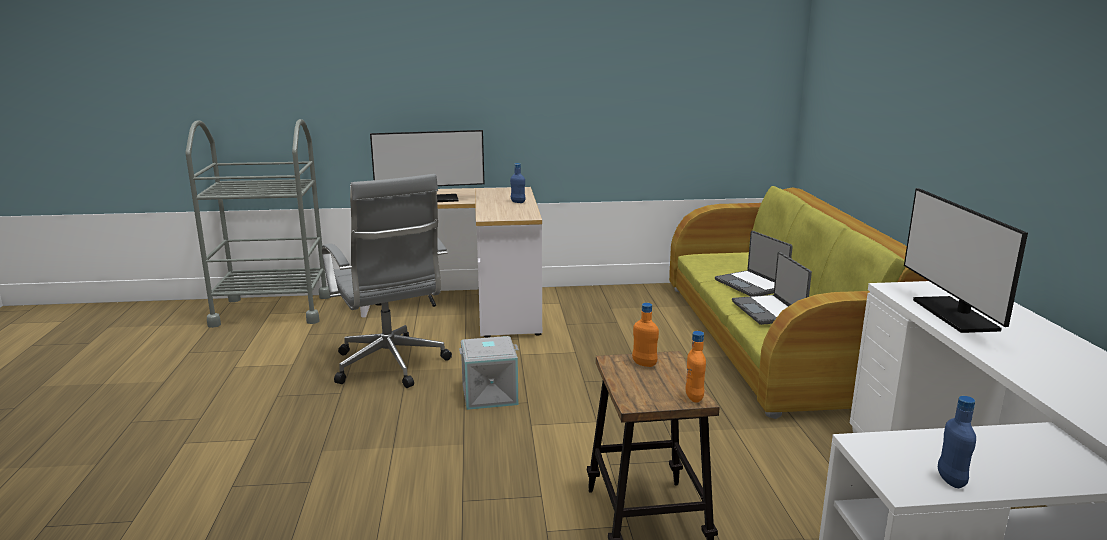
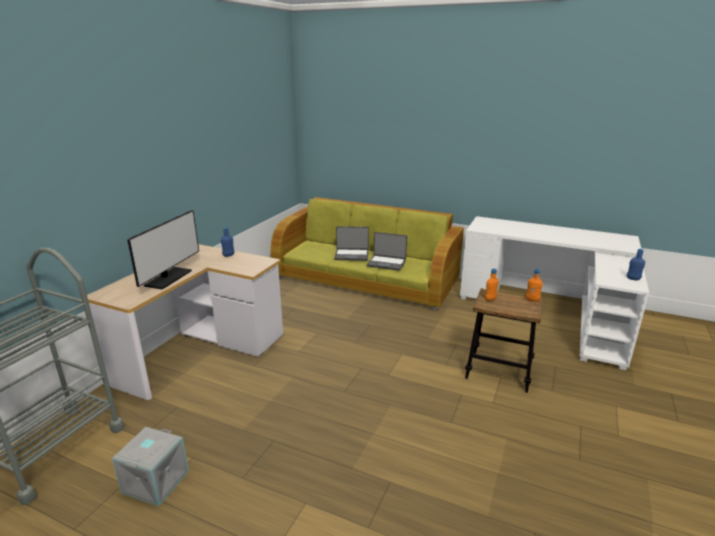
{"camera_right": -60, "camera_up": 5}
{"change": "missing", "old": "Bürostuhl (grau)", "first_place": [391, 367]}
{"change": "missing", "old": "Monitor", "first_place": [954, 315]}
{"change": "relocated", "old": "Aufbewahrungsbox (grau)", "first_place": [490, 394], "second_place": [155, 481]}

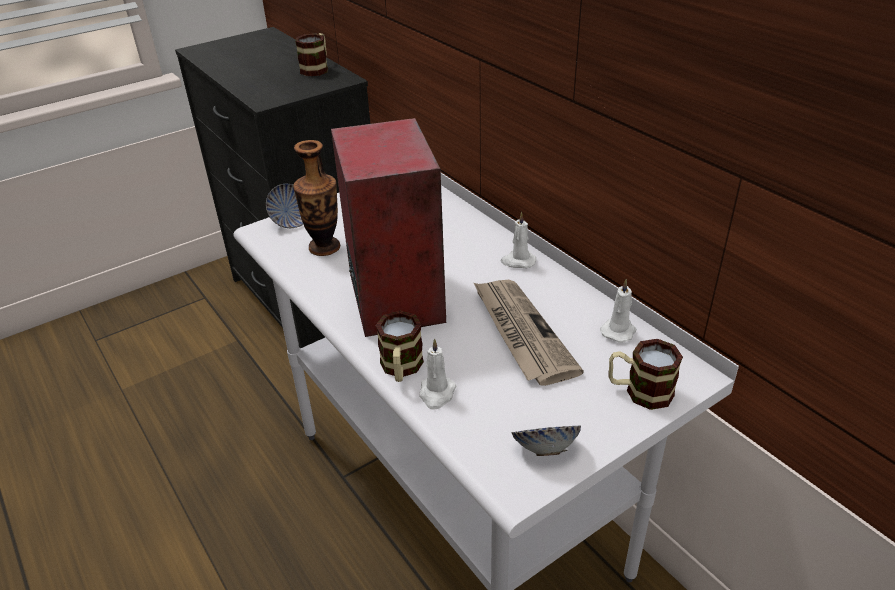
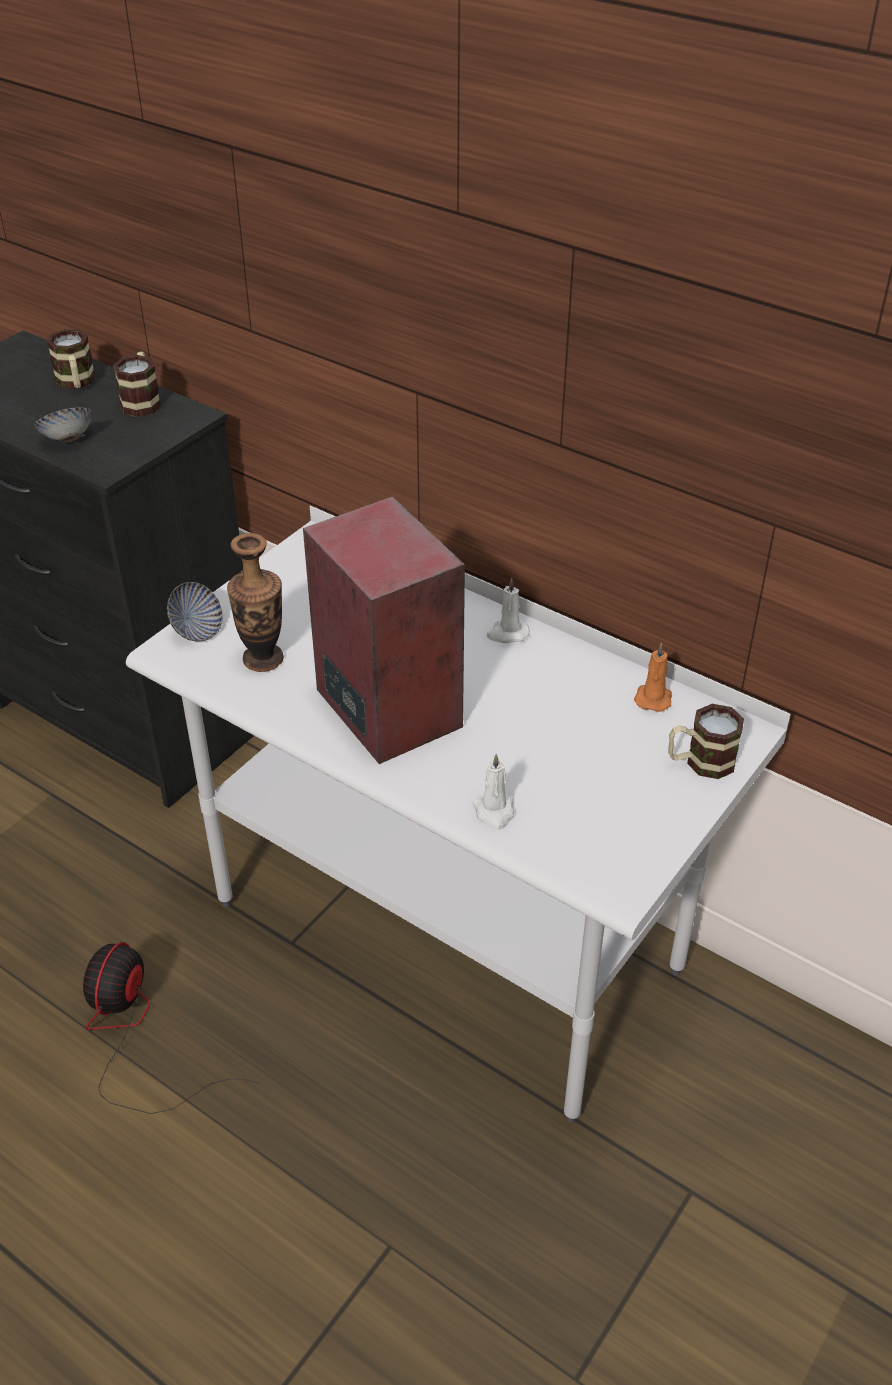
{"camera_right": -20, "camera_up": 5}
{"change": "missing", "old": "Zeitung", "first_place": [521, 332]}
{"change": "appeared", "new": "Ventilator", "second_place": [136, 1036]}
{"change": "relocated", "old": "Henkelbecher", "first_place": [401, 369], "second_place": [76, 383]}
{"change": "relocated", "old": "Schüssel", "first_place": [545, 449], "second_place": [68, 440]}
{"change": "colour", "old": "Kerze (weiß)", "new": "Kerze (orange)", "first_place": [619, 330], "second_place": [653, 698]}

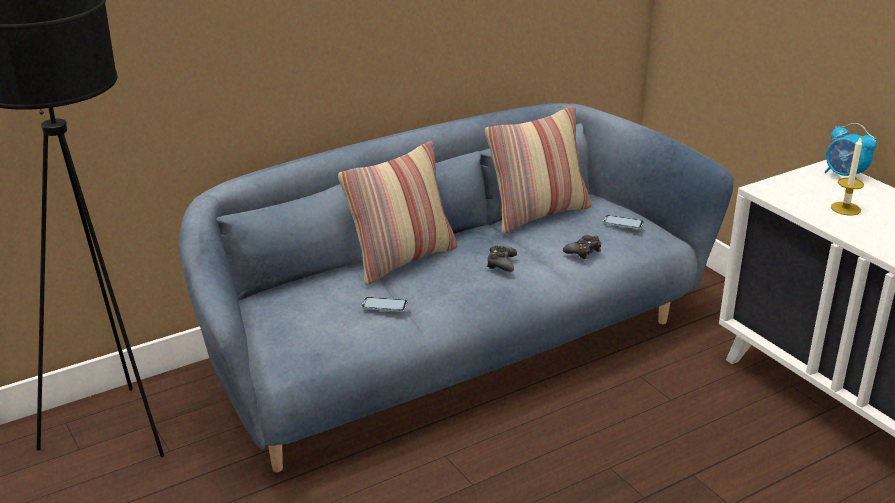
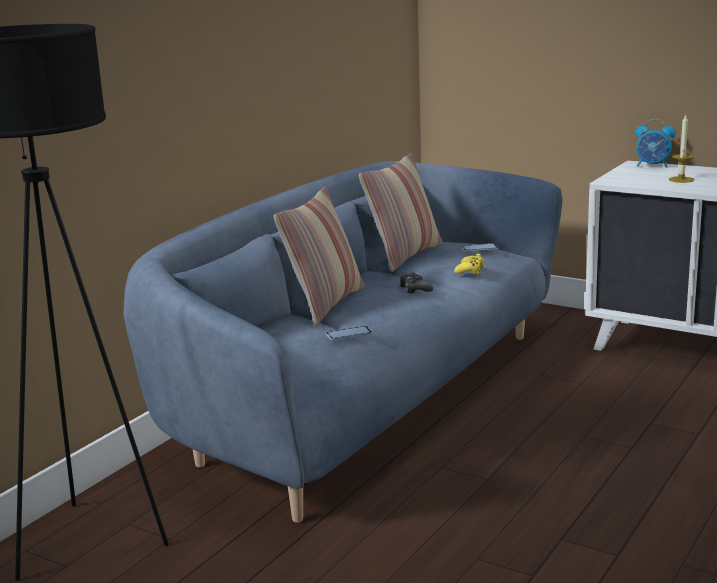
{"camera_right": -25, "camera_up": -10}
{"change": "colour", "old": "Gamepad (schwarz)", "new": "Gamepad (gelb)", "first_place": [583, 251], "second_place": [470, 270]}

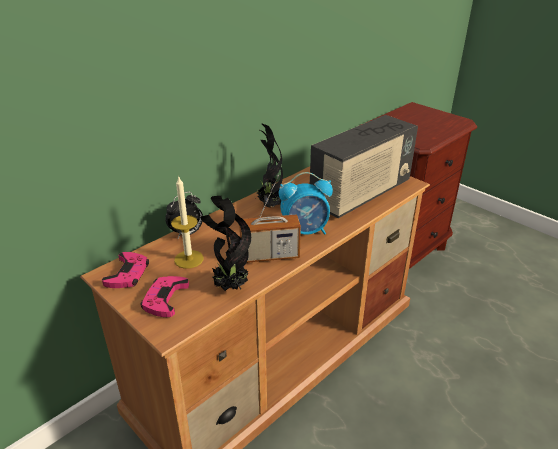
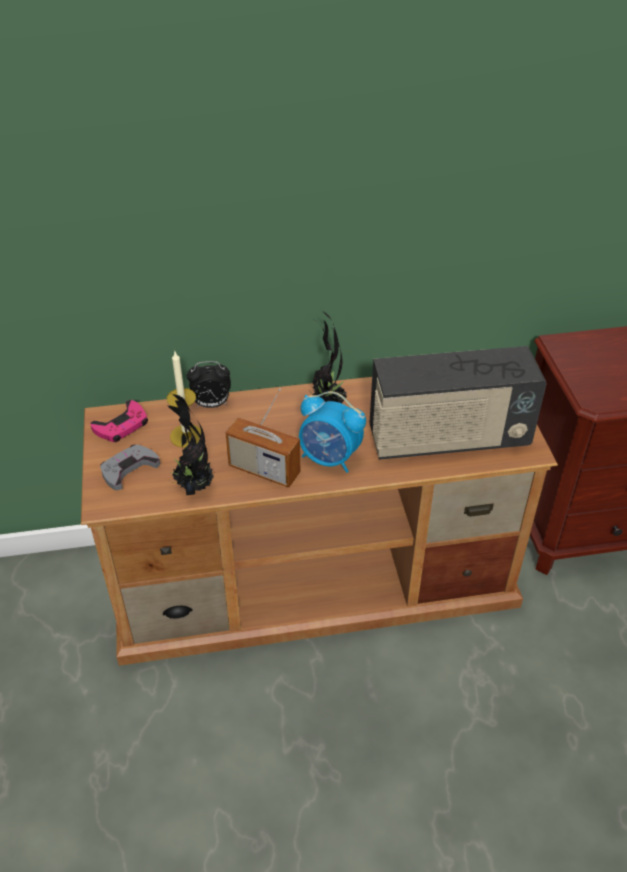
{"camera_right": 35, "camera_up": 10}
{"change": "colour", "old": "Gamepad (rosa)", "new": "Gamepad (grau)", "first_place": [165, 299], "second_place": [129, 469]}

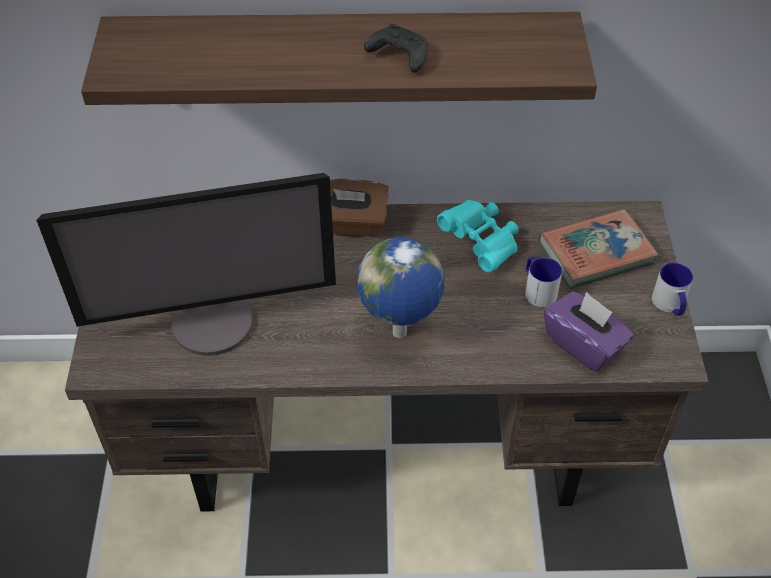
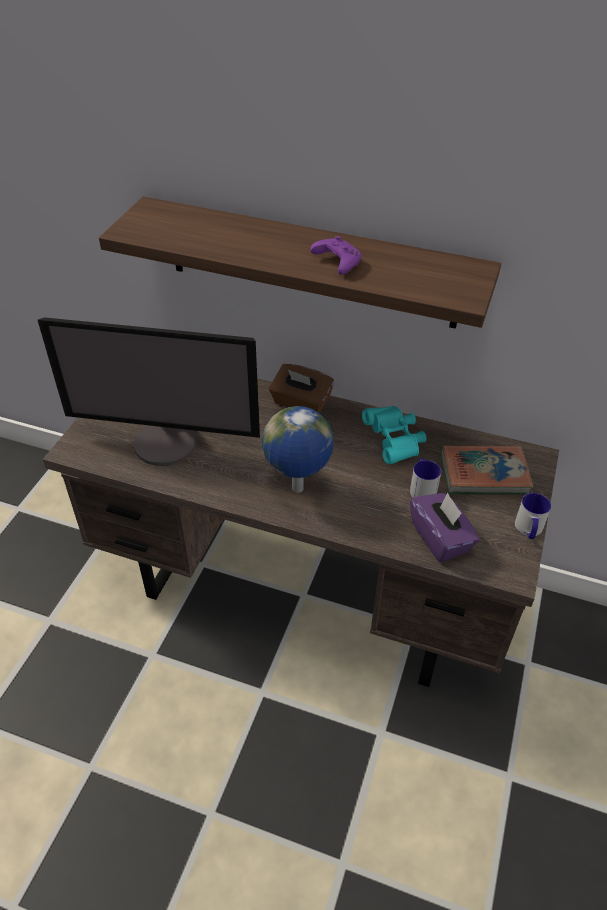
{"camera_right": 20, "camera_up": -5}
{"change": "colour", "old": "Gamepad (schwarz)", "new": "Gamepad (lila)", "first_place": [398, 56], "second_place": [336, 262]}

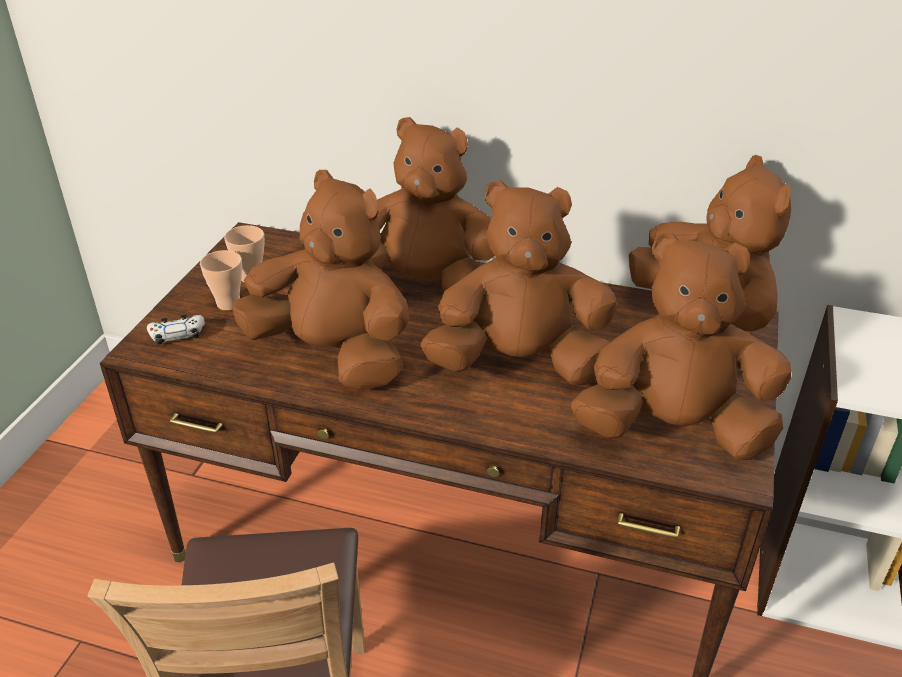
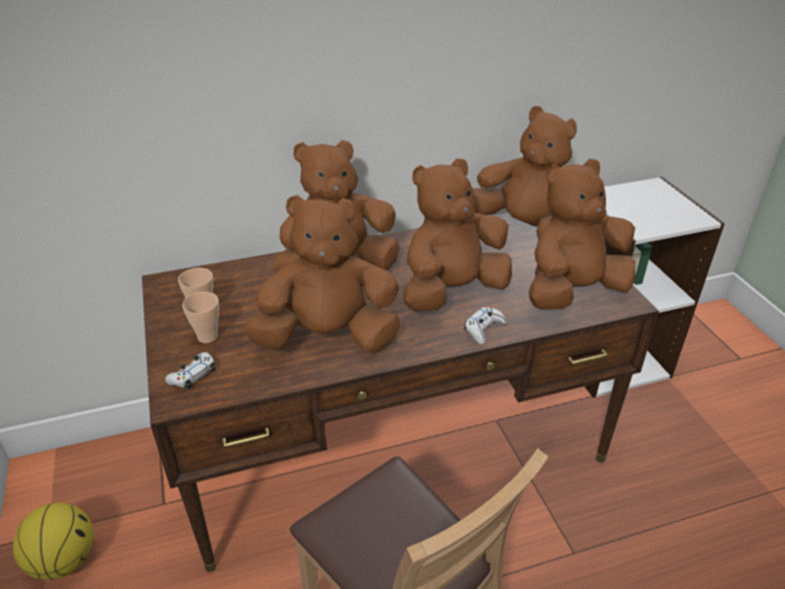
{"camera_right": -35, "camera_up": 0}
{"change": "appeared", "new": "Basketball", "second_place": [64, 560]}
{"change": "appeared", "new": "Gamepad (weiß)", "second_place": [484, 329]}

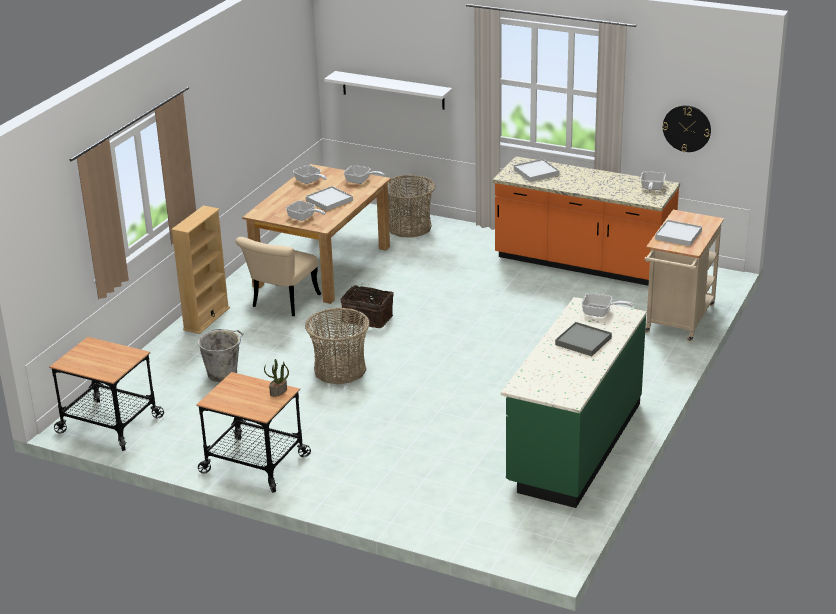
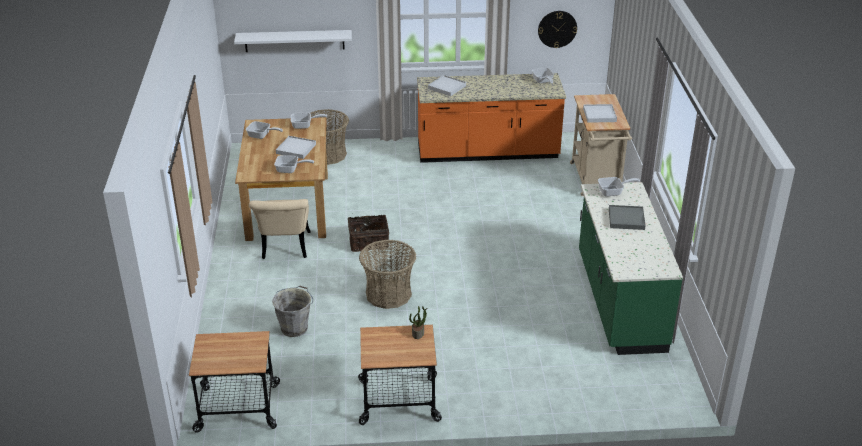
{"camera_right": -30, "camera_up": 5}
{"change": "missing", "old": "Bücherregal (beige)", "first_place": [206, 319]}

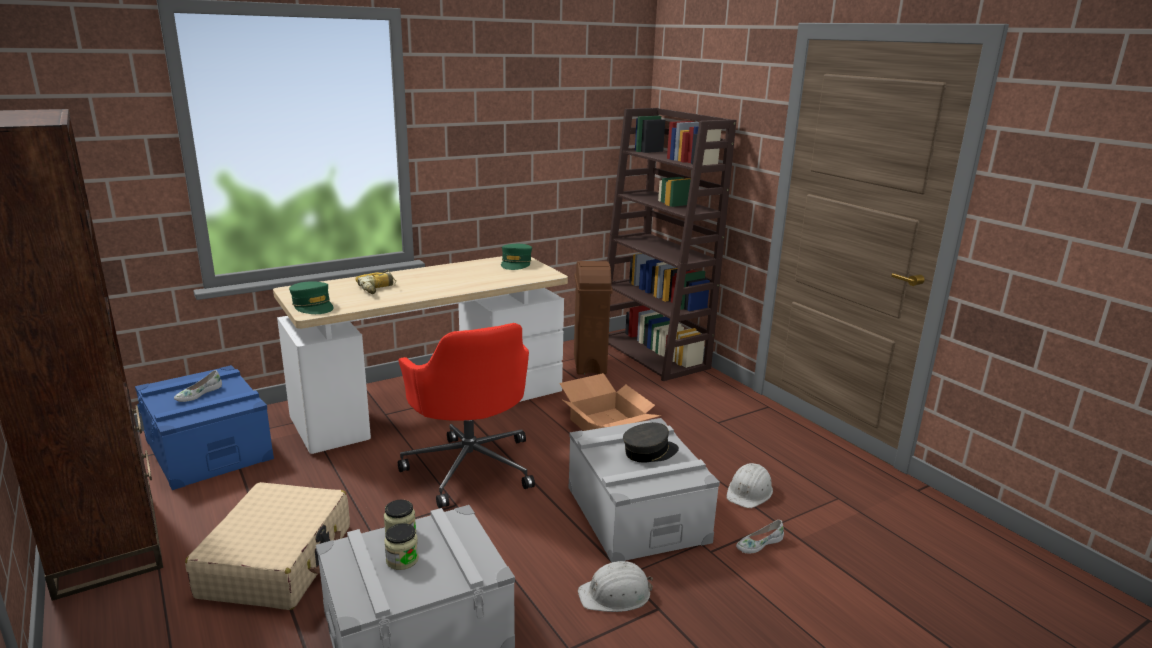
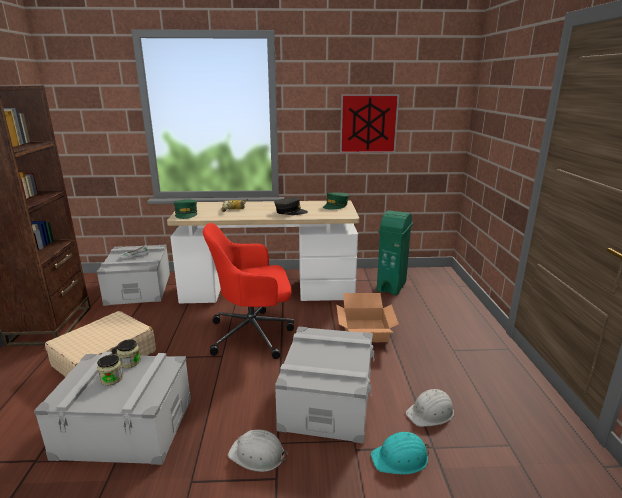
{"camera_right": 30, "camera_up": 0}
{"change": "missing", "old": "Bücherregal (braun)", "first_place": [653, 354]}
{"change": "appeared", "new": "Bild", "second_place": [368, 124]}
{"change": "relocated", "old": "Kappe (grau)", "first_place": [649, 452], "second_place": [290, 212]}
{"change": "exchanged", "old": "Schuh (weiß)", "new": "Schutzhelm (türkis)", "first_place": [758, 543], "second_place": [400, 458]}
{"change": "colour", "old": "Aufbewahrungsbox (blau)", "new": "Aufbewahrungsbox (grau)", "first_place": [209, 449], "second_place": [139, 288]}
{"change": "colour", "old": "Mülleimer (braun)", "new": "Mülleimer (grün)", "first_place": [590, 364], "second_place": [392, 286]}
{"change": "spun", "old": "Bürostuhl (rot)", "first_place": [470, 466], "second_place": [253, 334], "degrees": 75}

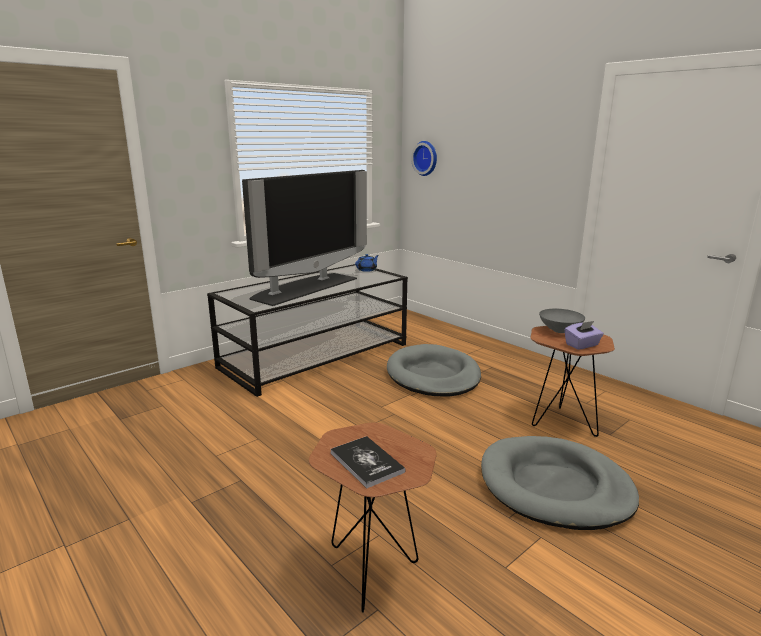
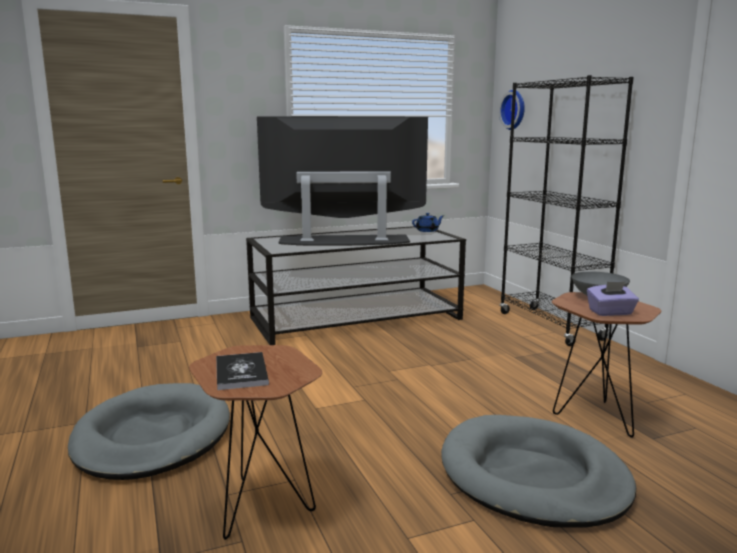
{"camera_right": 20, "camera_up": -5}
{"change": "appeared", "new": "Bücherregal (schwarz)", "second_place": [550, 326]}
{"change": "relocated", "old": "Hundebett (grau)", "first_place": [433, 375], "second_place": [152, 436]}
{"change": "spun", "old": "Fernseher", "first_place": [304, 288], "second_place": [344, 240], "degrees": -150}

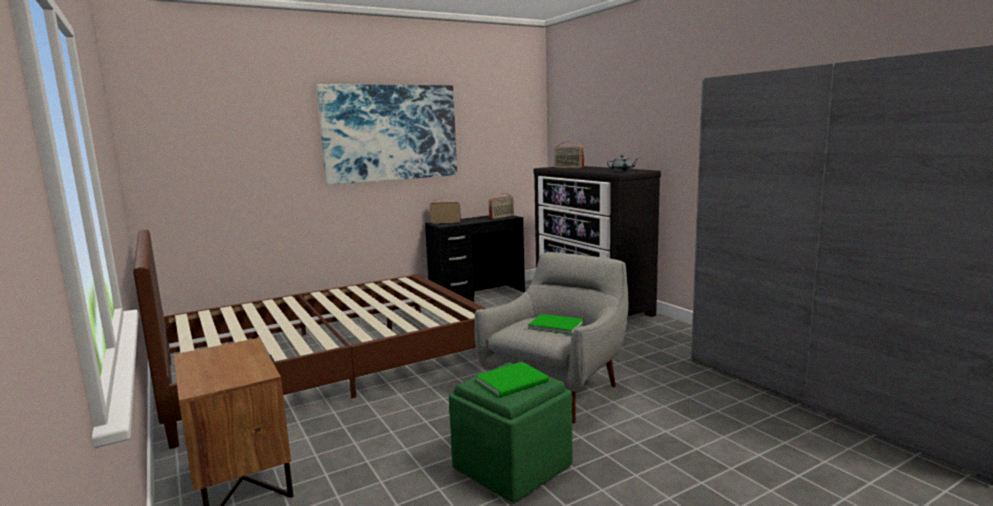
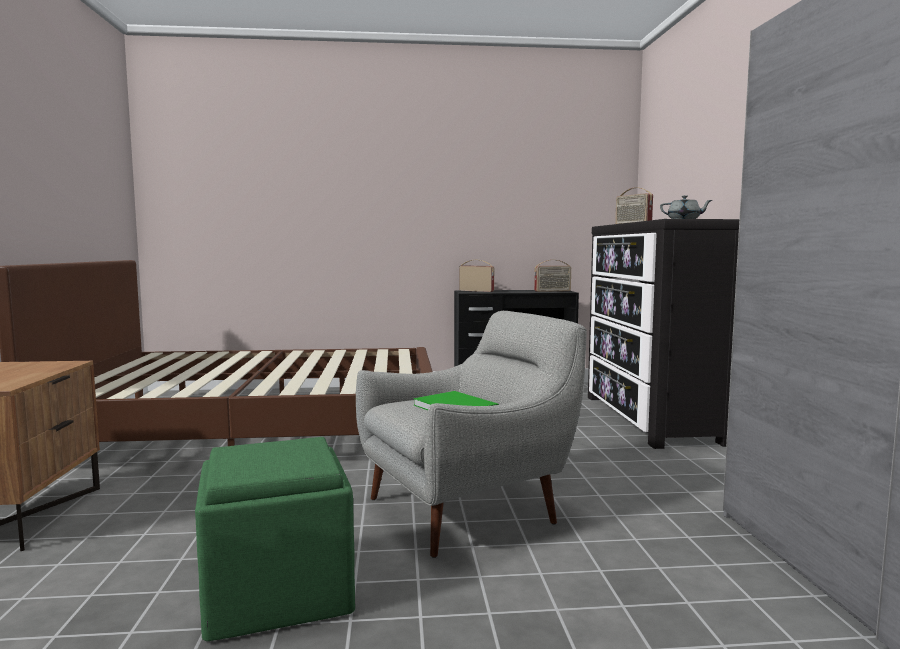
{"camera_right": 25, "camera_up": -5}
{"change": "missing", "old": "Bild", "first_place": [390, 133]}
{"change": "missing", "old": "Buch (grün)", "first_place": [514, 381]}

